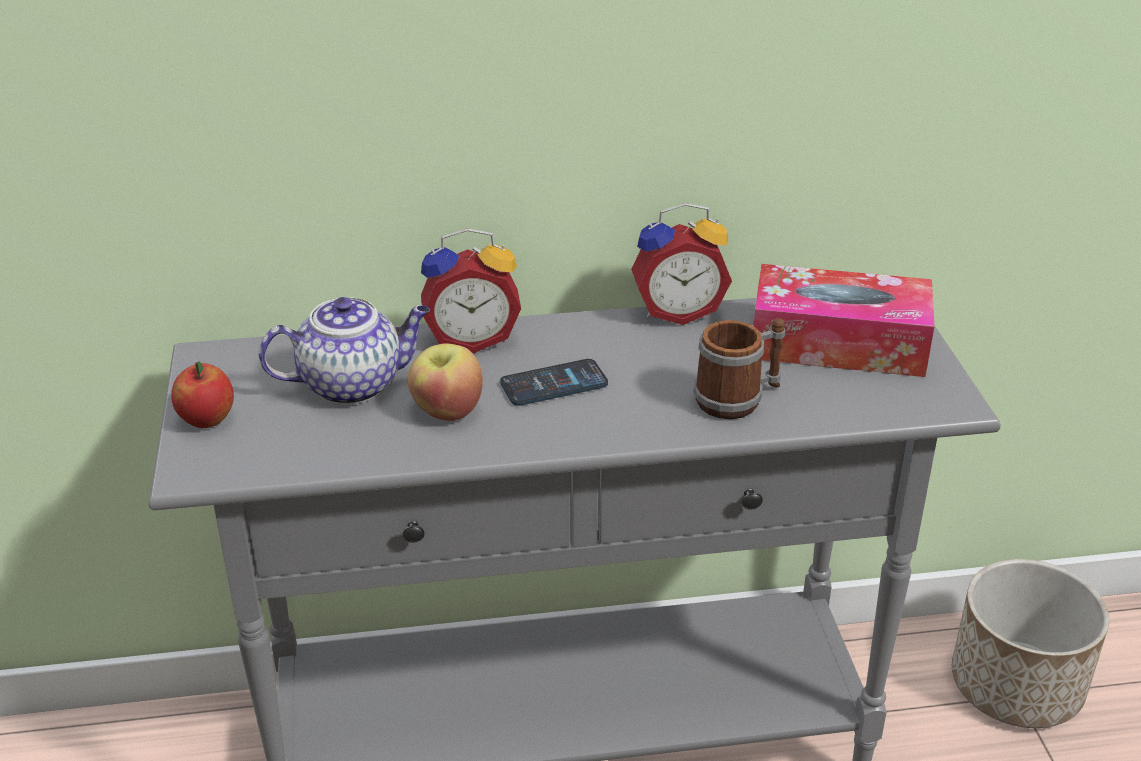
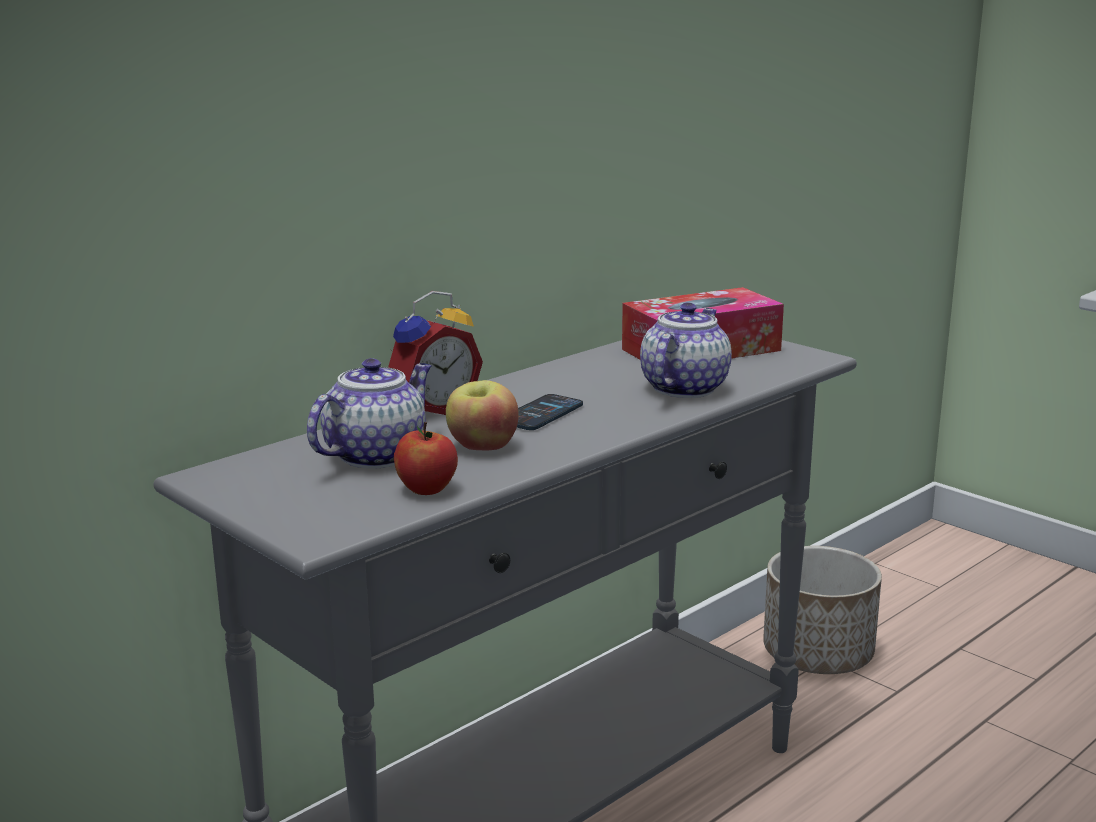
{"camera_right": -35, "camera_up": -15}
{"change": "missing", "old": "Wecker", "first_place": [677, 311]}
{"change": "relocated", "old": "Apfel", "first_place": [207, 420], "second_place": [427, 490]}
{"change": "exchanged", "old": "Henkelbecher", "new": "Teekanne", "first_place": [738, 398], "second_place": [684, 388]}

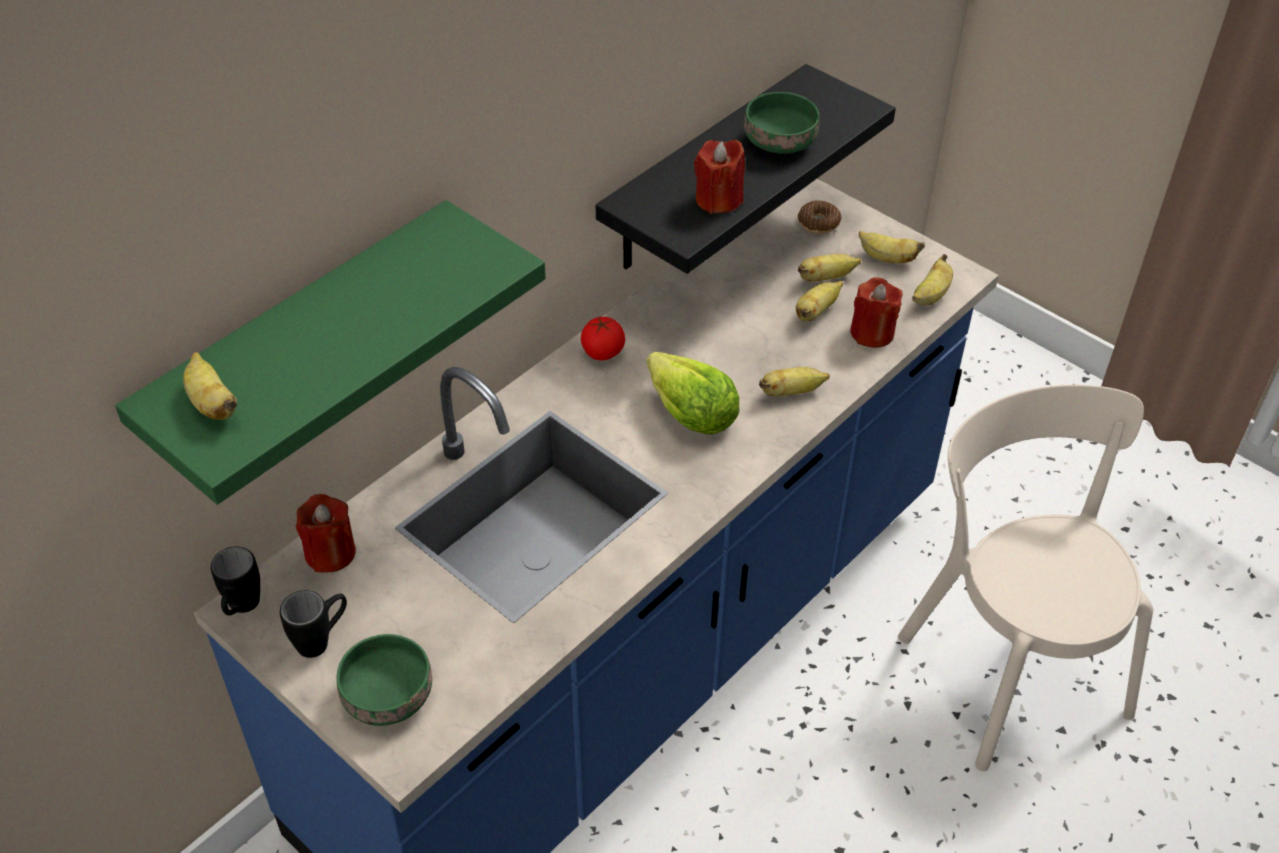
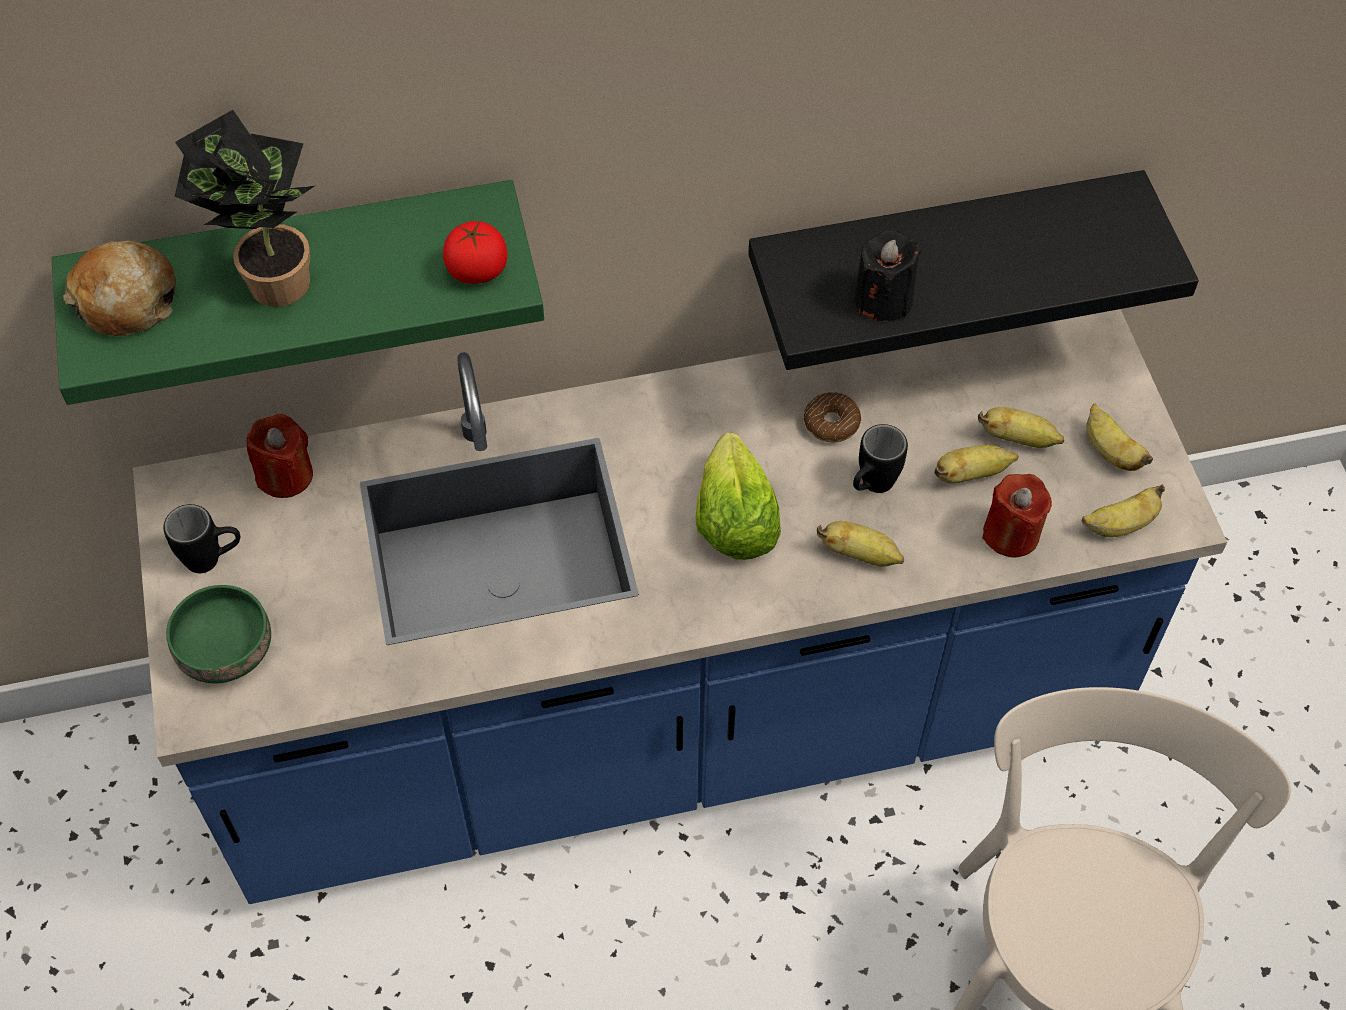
{"camera_right": 35, "camera_up": 10}
{"change": "missing", "old": "Schüssel (grün)", "first_place": [781, 141]}
{"change": "appeared", "new": "Topfpflanze", "second_place": [271, 279]}
{"change": "relocated", "old": "Henkelbecher (schwarz)", "first_place": [241, 609], "second_place": [871, 487]}
{"change": "relocated", "old": "Tomate", "first_place": [602, 352], "second_place": [477, 270]}
{"change": "relocated", "old": "Donut", "first_place": [818, 223], "second_place": [831, 423]}
{"change": "exchanged", "old": "Banane", "new": "Brot", "first_place": [212, 403], "second_place": [126, 300]}
{"change": "colour", "old": "Kerze (rot)", "new": "Kerze (schwarz)", "first_place": [718, 199], "second_place": [883, 299]}

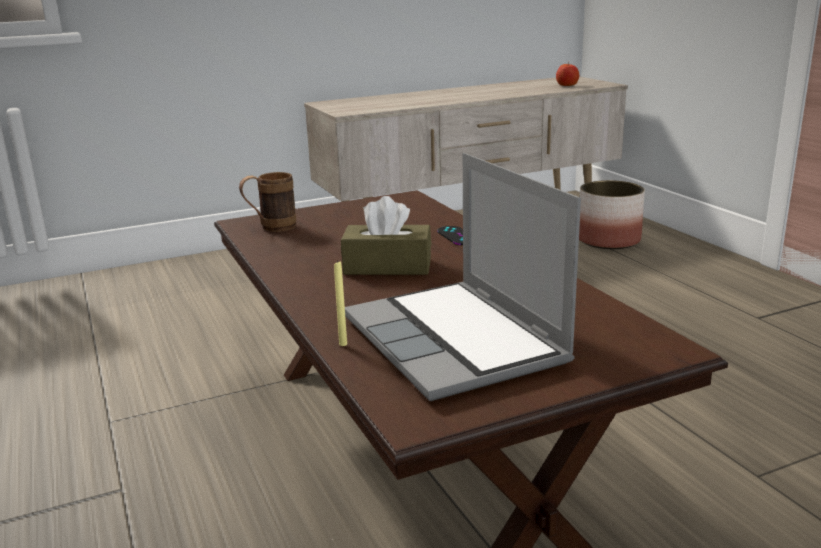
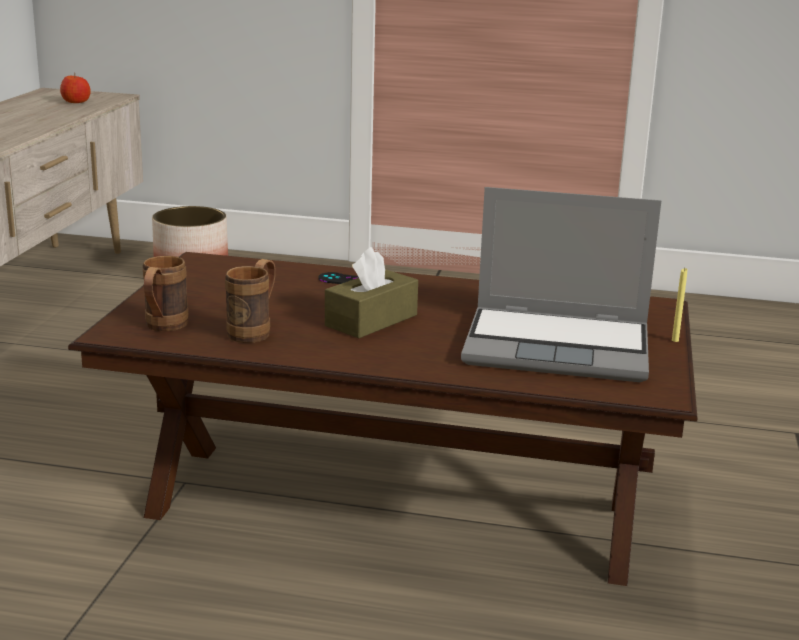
{"camera_right": -55, "camera_up": 0}
{"change": "appeared", "new": "Henkelbecher (braun)", "second_place": [255, 331]}
{"change": "relocated", "old": "Kerze (gelb)", "first_place": [343, 344], "second_place": [675, 340]}

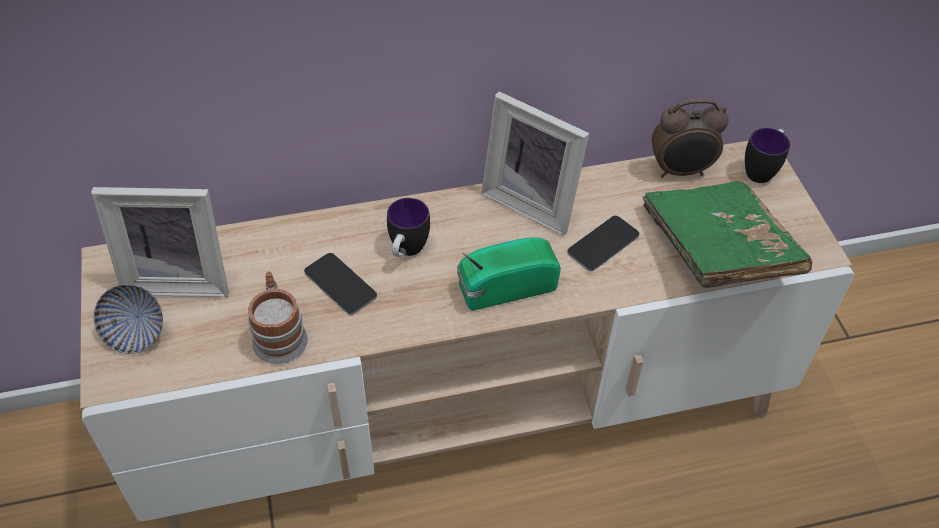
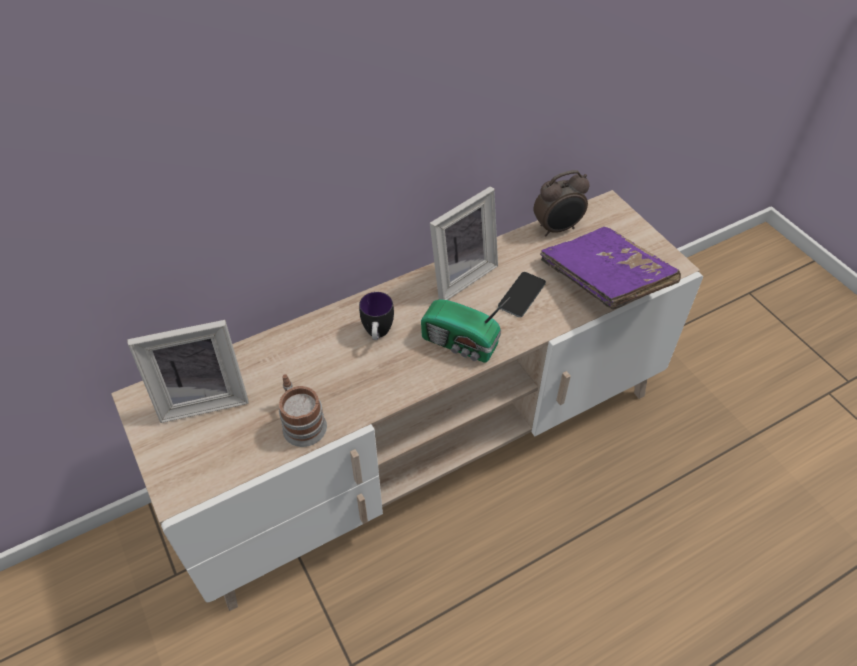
{"camera_right": -15, "camera_up": 0}
{"change": "missing", "old": "Schüssel", "first_place": [135, 334]}
{"change": "missing", "old": "Handy", "first_place": [340, 284]}
{"change": "missing", "old": "Henkelbecher", "first_place": [762, 170]}
{"change": "colour", "old": "Buch (grün)", "new": "Buch (lila)", "first_place": [717, 251], "second_place": [604, 281]}
{"change": "spun", "old": "Radio", "first_place": [503, 287], "second_place": [461, 344], "degrees": -120}
{"change": "spun", "old": "Bilderrahmen", "first_place": [533, 202], "second_place": [459, 275], "degrees": -60}

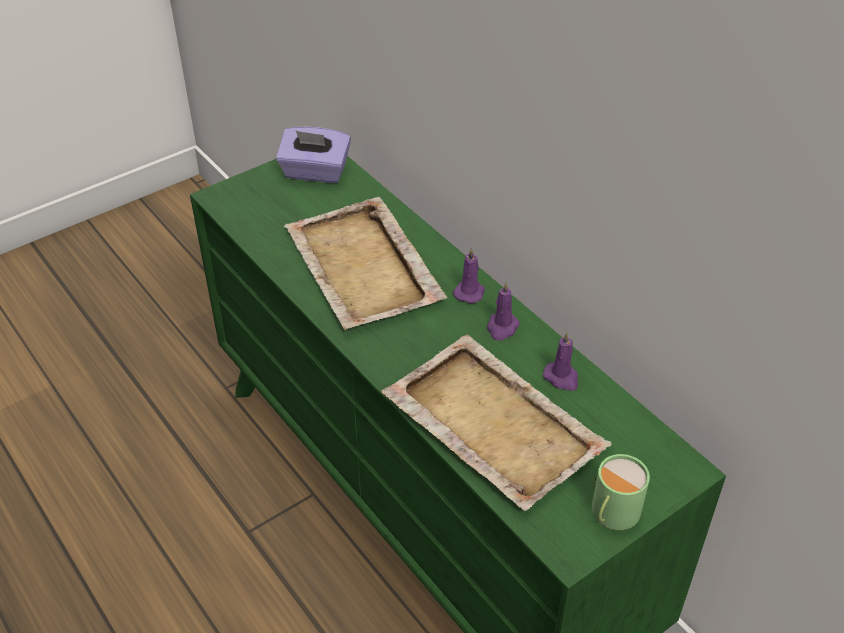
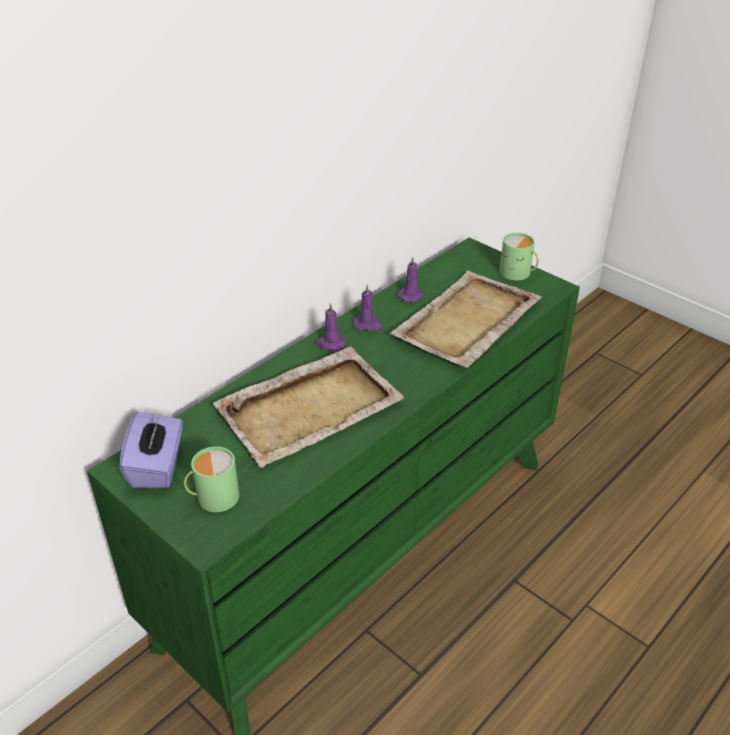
{"camera_right": -100, "camera_up": -5}
{"change": "appeared", "new": "Henkelbecher (grün)", "second_place": [213, 496]}

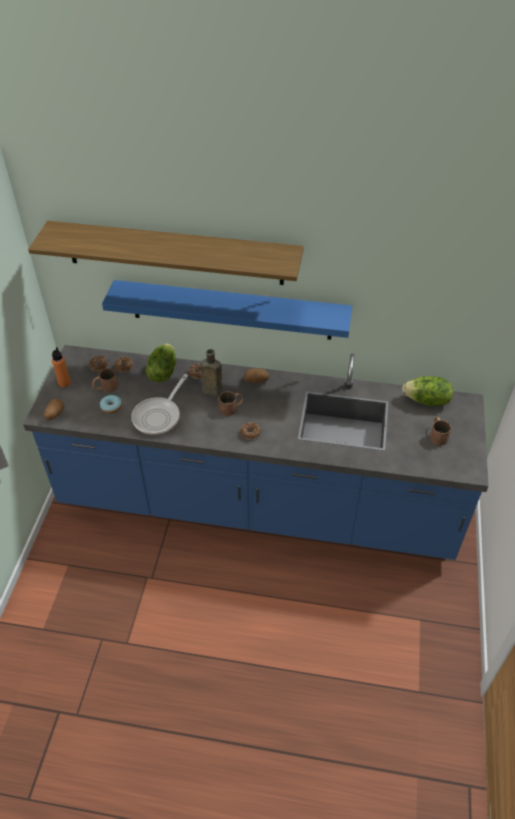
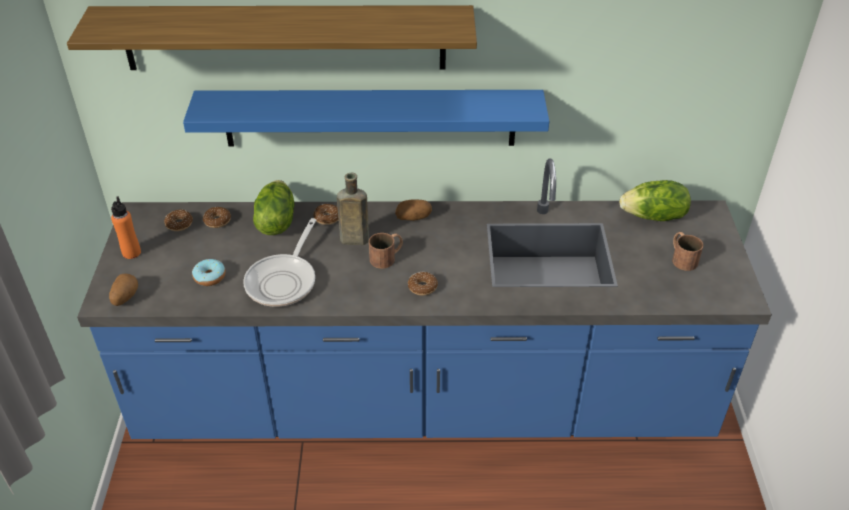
{"camera_right": -10, "camera_up": -5}
{"change": "missing", "old": "Henkelbecher (braun)", "first_place": [105, 387]}

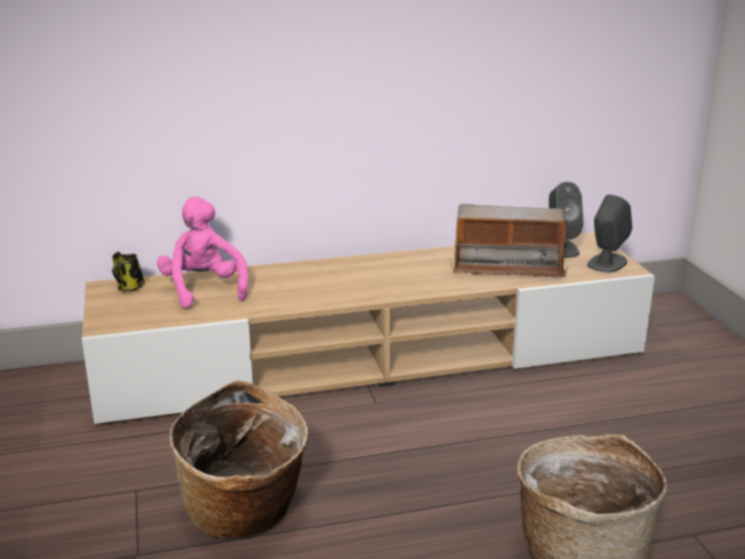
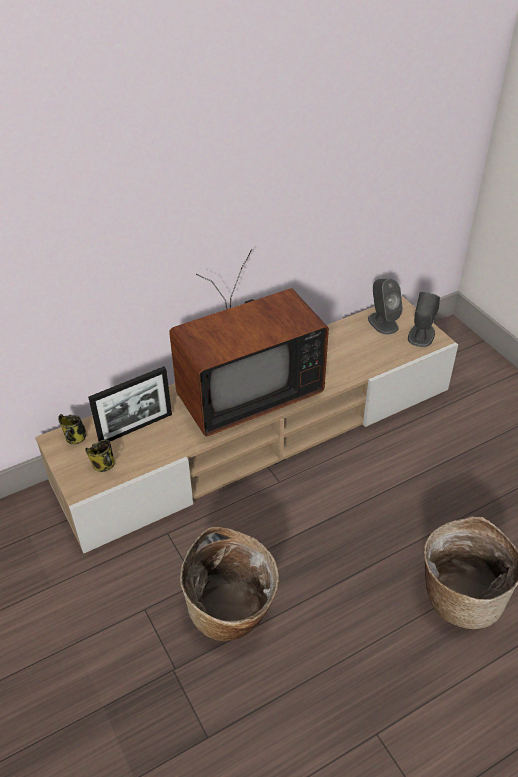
{"camera_right": -15, "camera_up": 20}
{"change": "missing", "old": "Radio", "first_place": [508, 268]}
{"change": "appeared", "new": "Henkelbecher", "second_place": [104, 465]}
{"change": "appeared", "new": "Fernseher", "second_place": [244, 393]}
{"change": "exchanged", "old": "Plüschtier (rosa)", "new": "Bilderrahmen", "first_place": [203, 289], "second_place": [136, 428]}

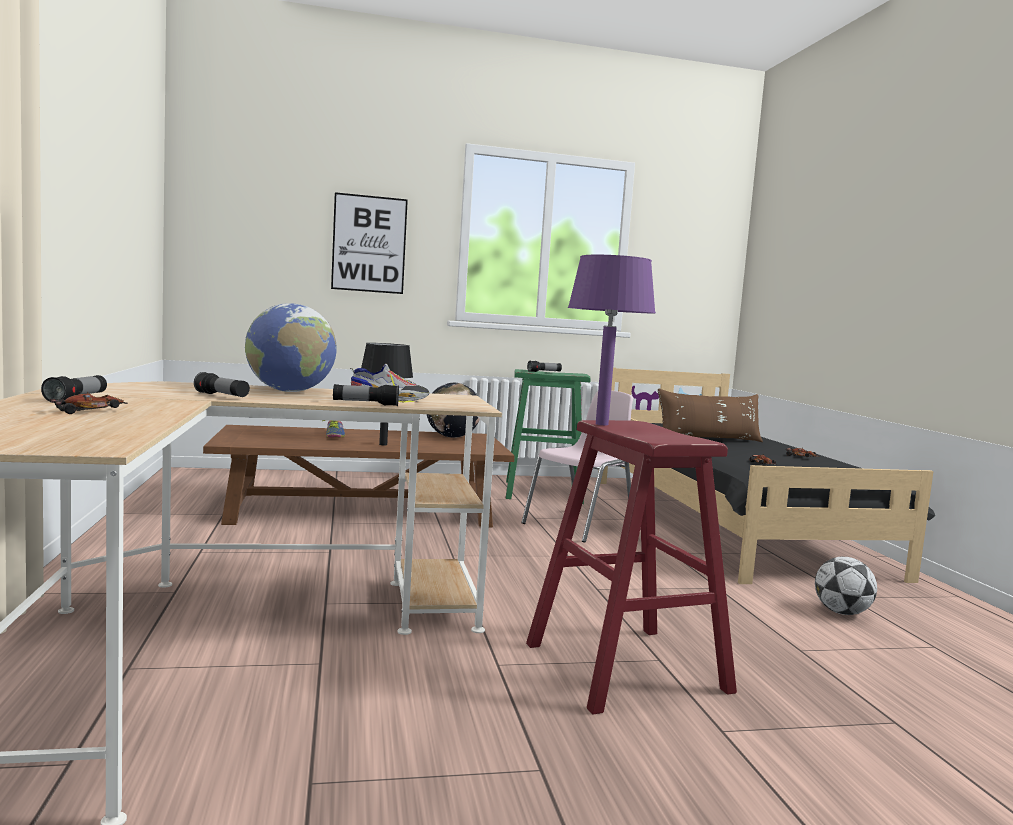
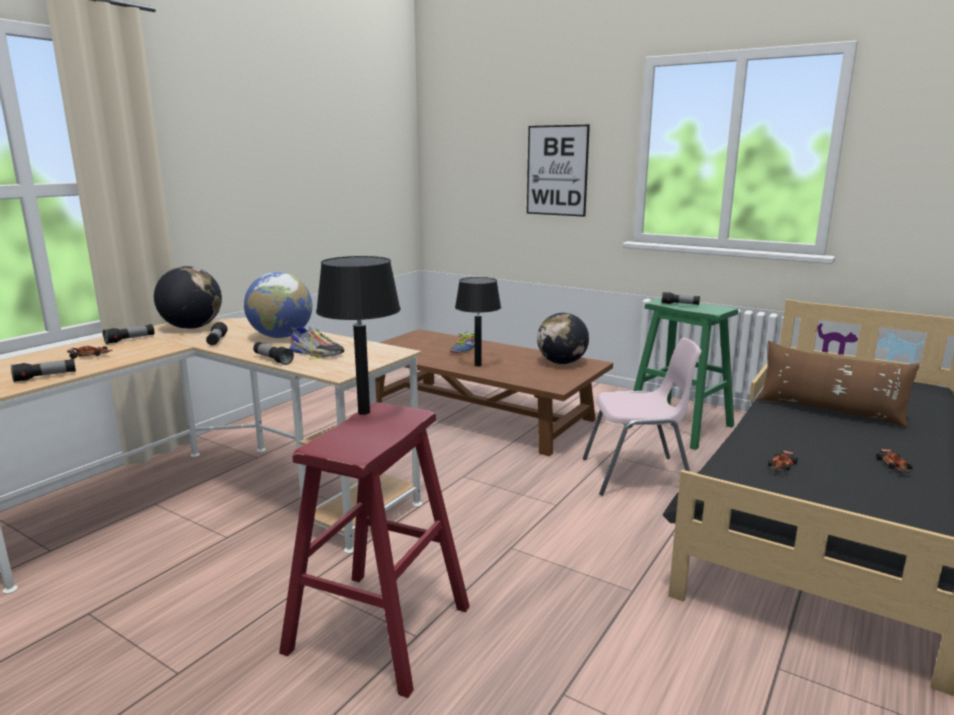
{"camera_right": 45, "camera_up": 10}
{"change": "missing", "old": "Fußball", "first_place": [842, 613]}
{"change": "appeared", "new": "Taschenlampe", "second_place": [45, 377]}
{"change": "appeared", "new": "Globus", "second_place": [192, 327]}
{"change": "colour", "old": "Tischlampe (lila)", "new": "Tischlampe (schwarz)", "first_place": [601, 424], "second_place": [364, 412]}

